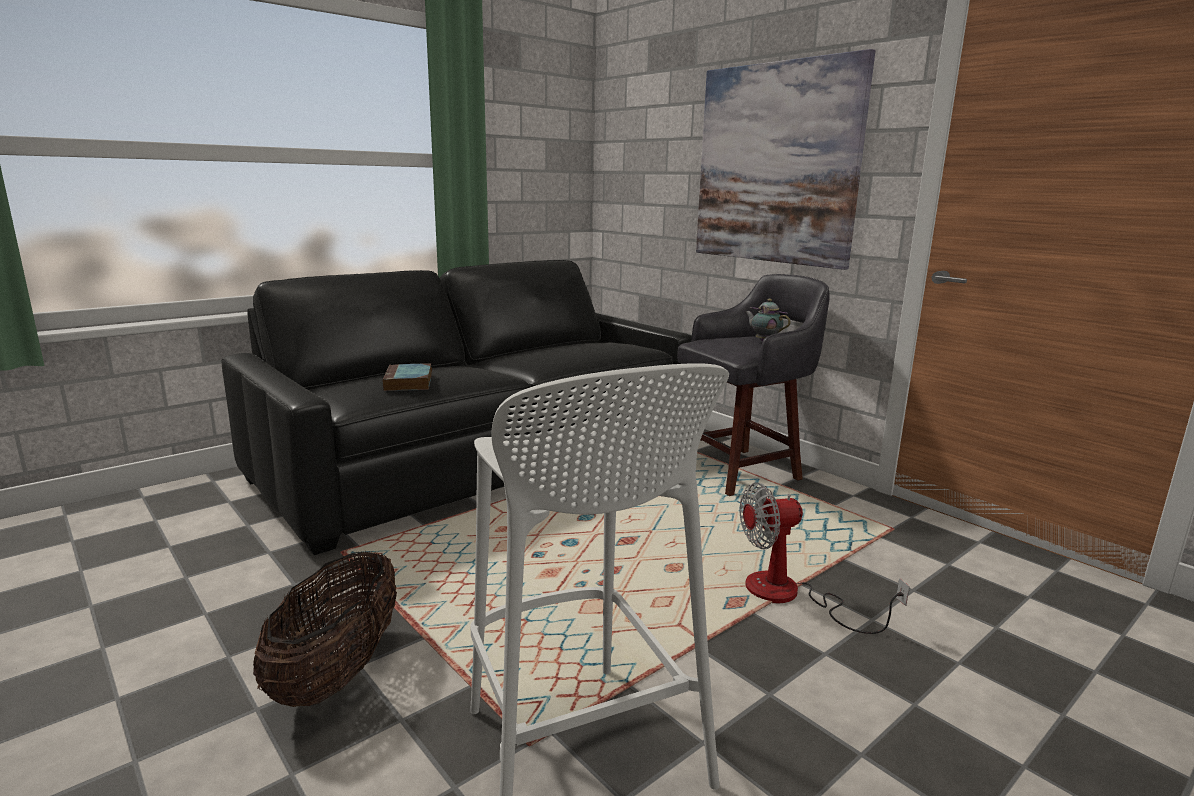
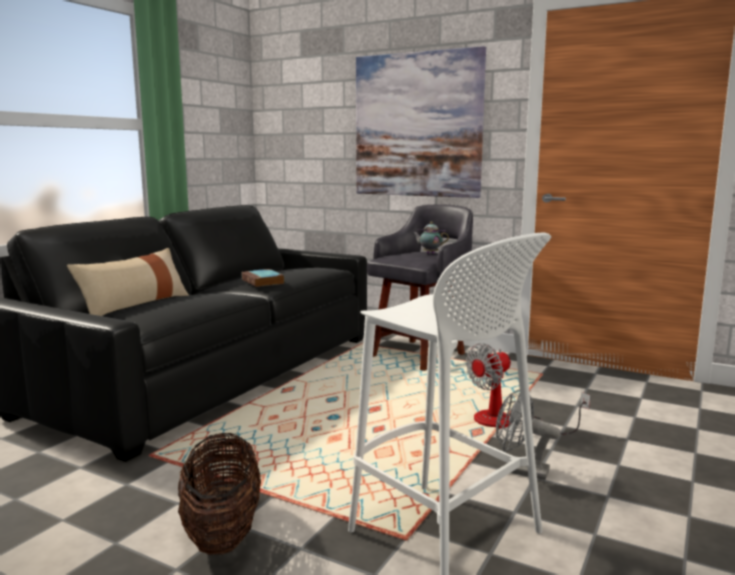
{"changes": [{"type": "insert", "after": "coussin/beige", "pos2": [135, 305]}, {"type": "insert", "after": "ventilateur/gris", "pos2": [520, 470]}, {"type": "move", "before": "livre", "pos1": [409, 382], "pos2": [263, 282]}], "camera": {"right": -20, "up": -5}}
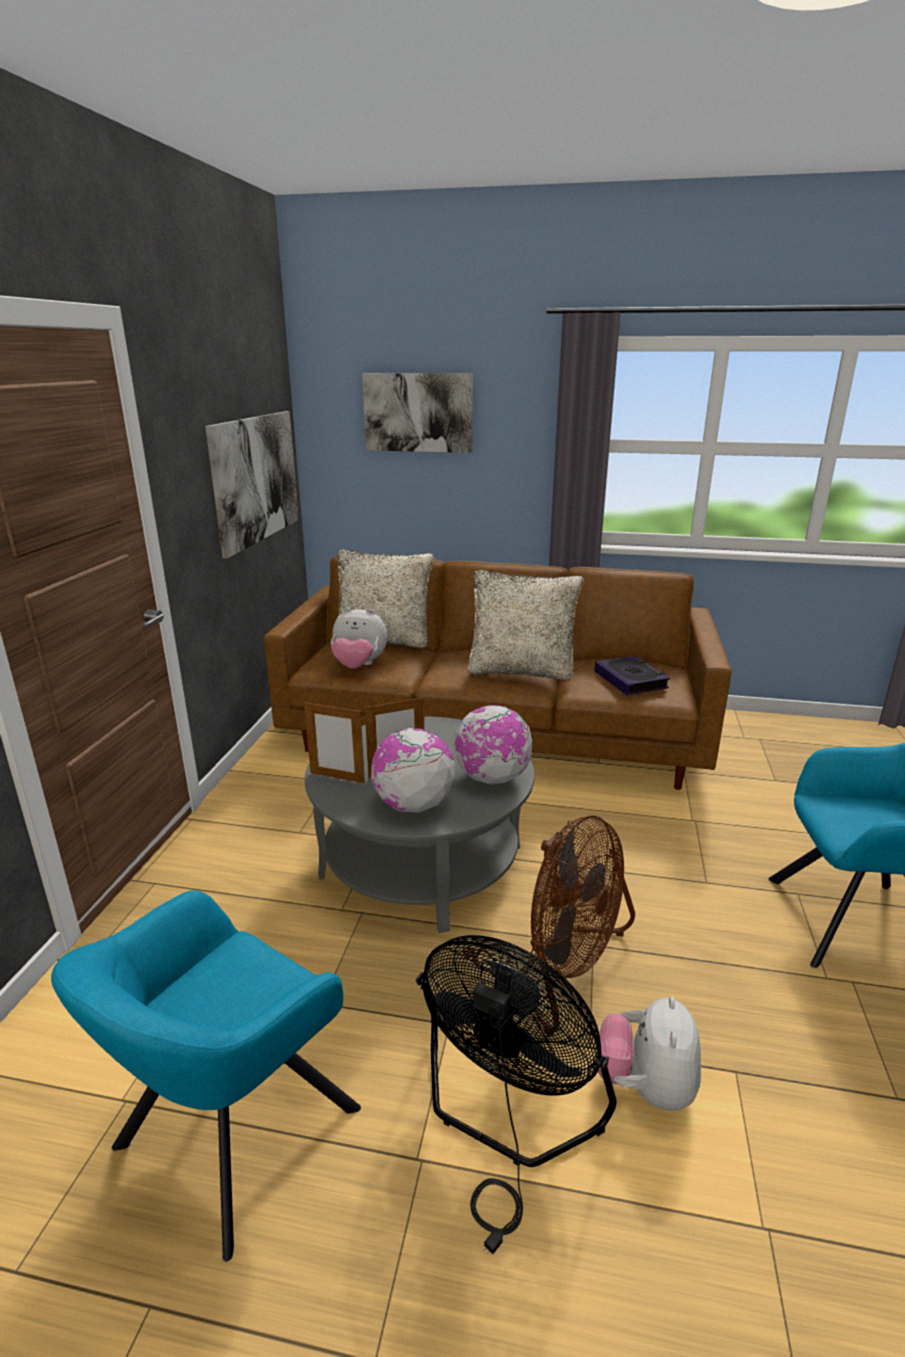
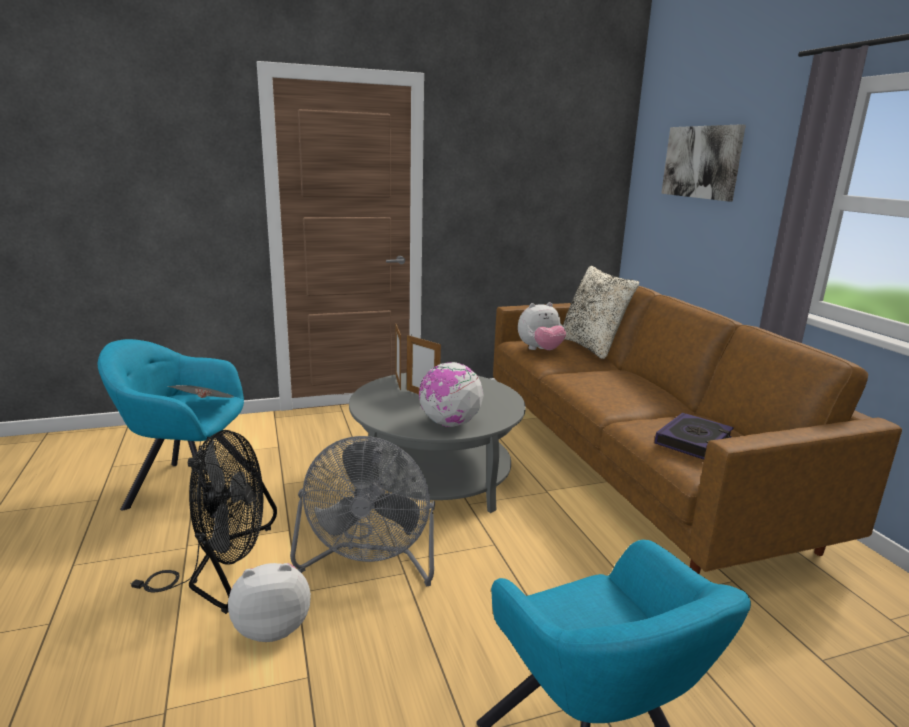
{"changes": [{"type": "delete", "before": "tableau", "pos1": [256, 479]}, {"type": "delete", "before": "globe", "pos1": [413, 805]}, {"type": "delete", "before": "coussin/beige", "pos1": [522, 673]}, {"type": "insert", "after": "journal", "pos2": [206, 408]}, {"type": "recolor", "before": "ventilateur/marron", "after": "ventilateur/gris", "pos1": [555, 969], "pos2": [365, 560]}, {"type": "rotate", "before": "peluche", "pos1": [359, 666], "pos2": [540, 350], "turn": -90}], "camera": {"right": 60, "up": -5}}
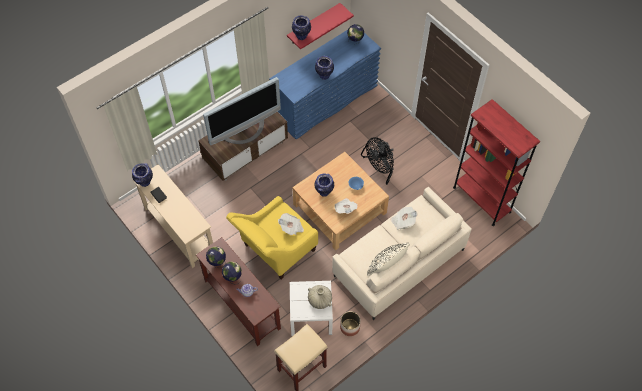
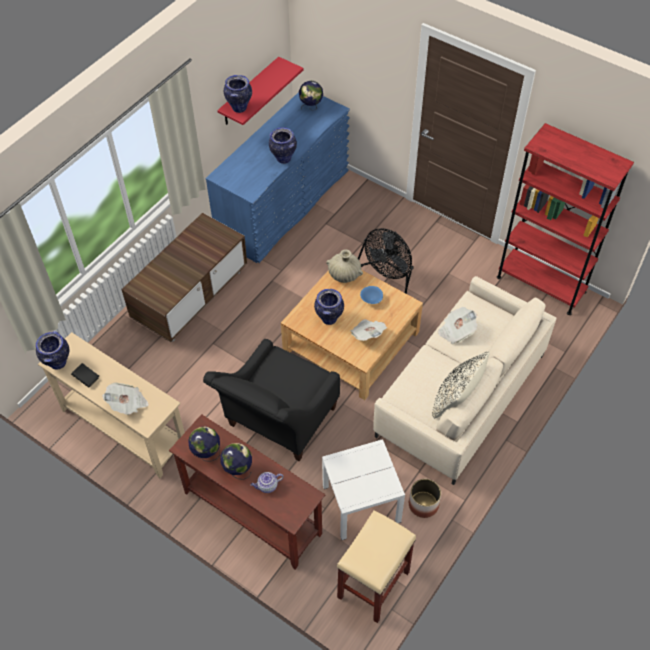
{"changes": [{"type": "delete", "before": "téléviseur", "pos1": [243, 129]}, {"type": "move", "before": "journal", "pos1": [291, 228], "pos2": [128, 404]}, {"type": "move", "before": "vase/beige", "pos1": [320, 300], "pos2": [344, 274]}, {"type": "recolor", "before": "fauteuil/jaune", "after": "fauteuil/noir", "pos1": [275, 251], "pos2": [278, 422]}], "camera": {"right": -15, "up": -5}}
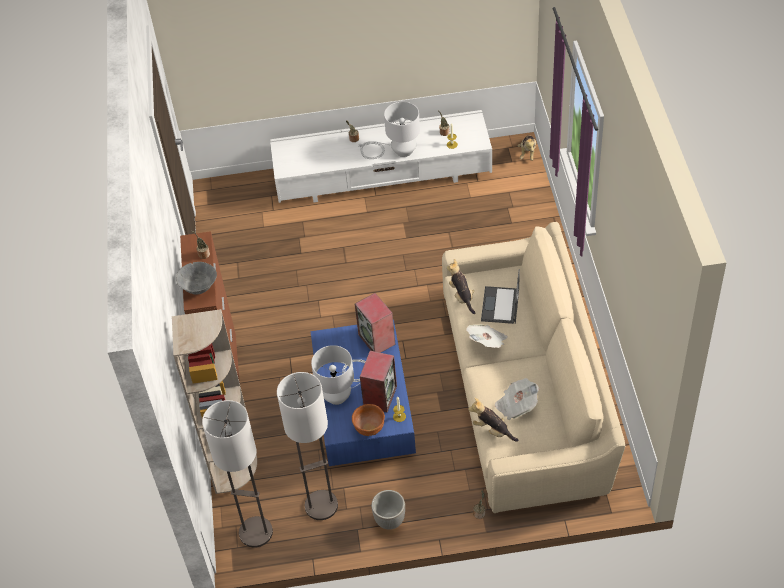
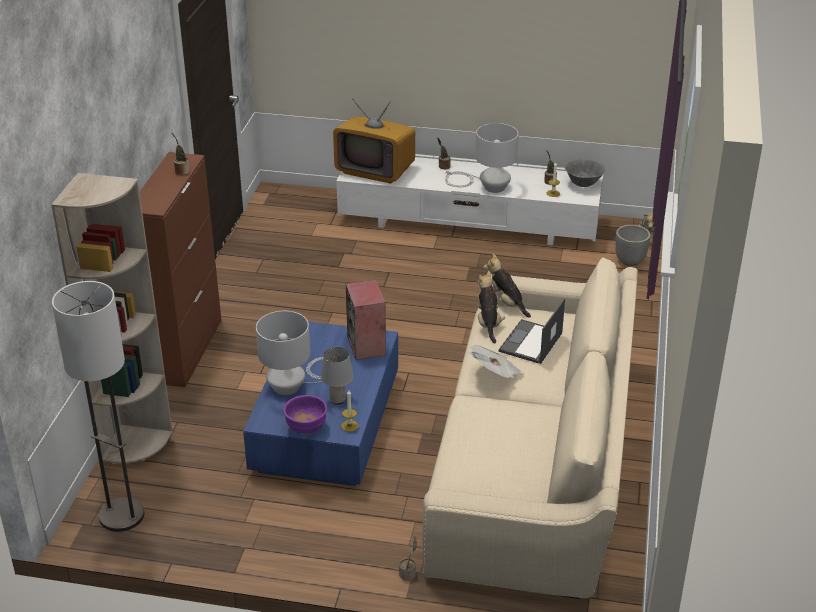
{"changes": [{"type": "delete", "before": "lampadaire", "pos1": [321, 506]}, {"type": "delete", "before": "journal", "pos1": [516, 405]}, {"type": "insert", "after": "téléviseur", "pos2": [375, 170]}, {"type": "move", "before": "bol/gris", "pos1": [199, 288], "pos2": [583, 184]}, {"type": "move", "before": "cache-pot", "pos1": [389, 520], "pos2": [629, 261]}, {"type": "move", "before": "peluche", "pos1": [492, 430], "pos2": [506, 303]}, {"type": "replace", "before": "enceinte", "after": "lampe de table/gris", "pos1": [380, 396], "pos2": [338, 400]}, {"type": "recolor", "before": "bol/marron", "after": "bol/violet", "pos1": [369, 428], "pos2": [306, 428]}], "camera": {"right": 15, "up": -15}}
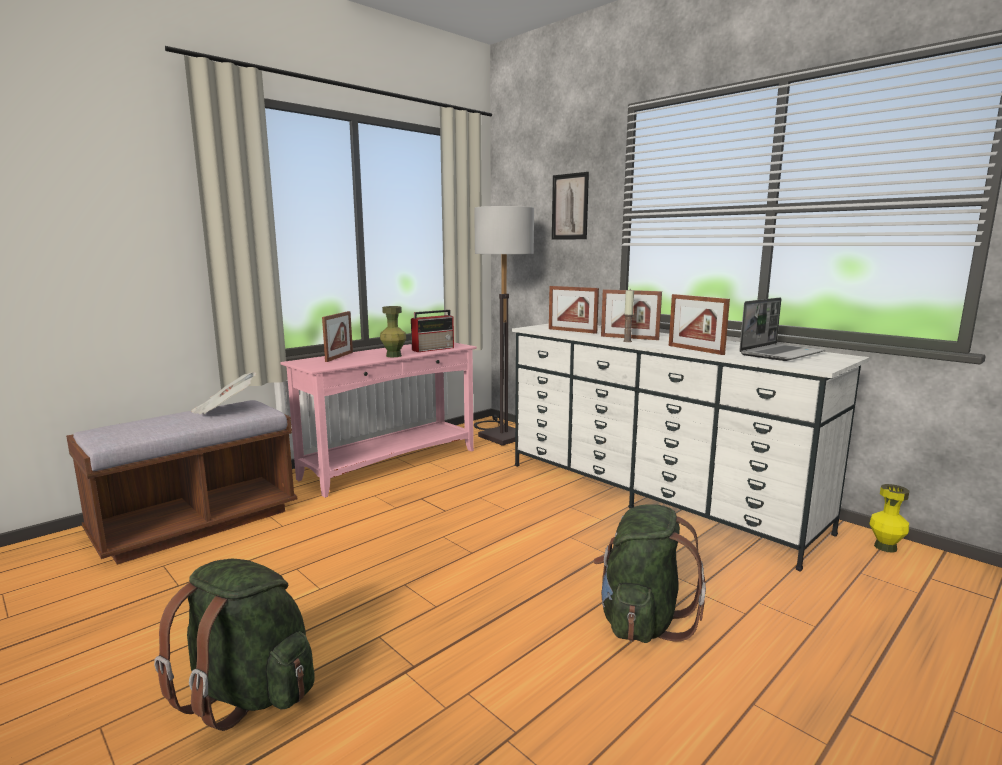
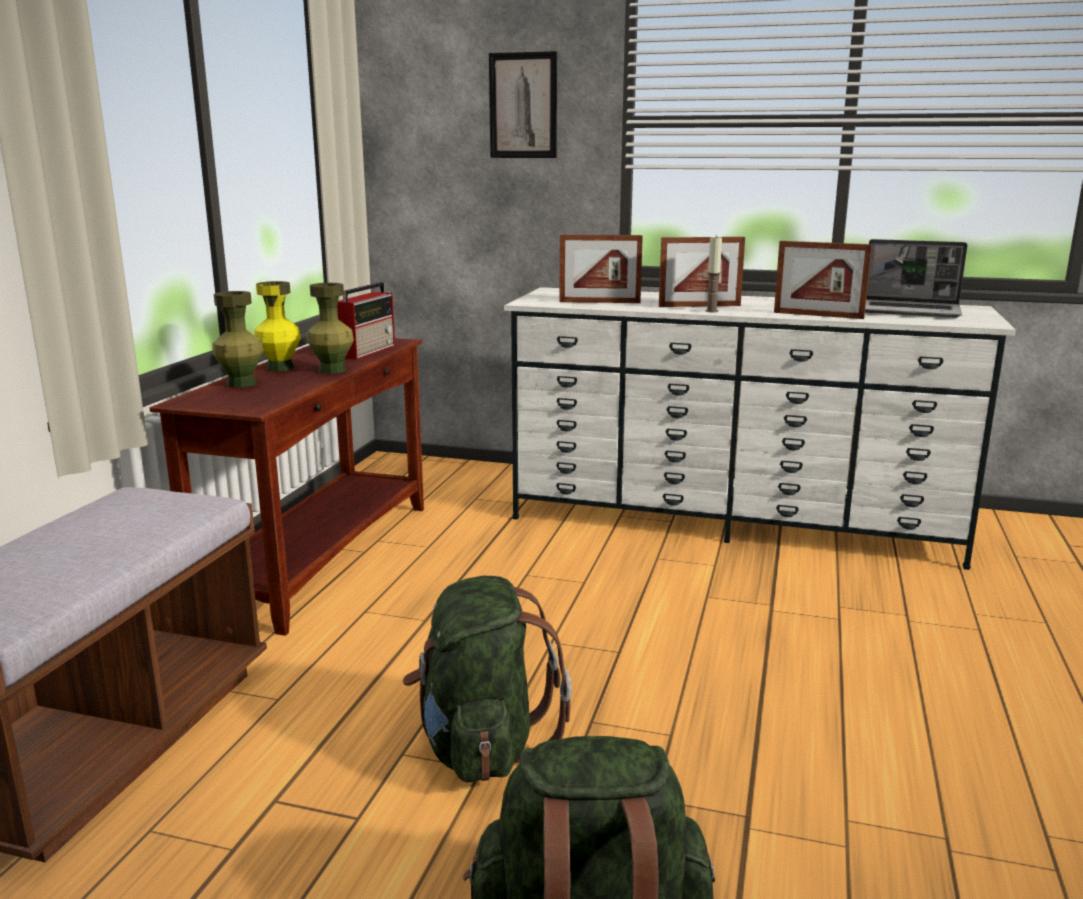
{"changes": [{"type": "delete", "before": "journal", "pos1": [225, 410]}, {"type": "delete", "before": "lampadaire", "pos1": [499, 434]}, {"type": "move", "before": "sac à dos/vert", "pos1": [642, 621], "pos2": [482, 746]}, {"type": "move", "before": "vase/jaune", "pos1": [885, 547], "pos2": [280, 368]}, {"type": "replace", "before": "cadre photo", "after": "vase/vert", "pos1": [339, 357], "pos2": [241, 384]}, {"type": "recolor", "before": "table console/rose", "after": "table console/marron", "pos1": [391, 464], "pos2": [321, 557]}, {"type": "rotate", "before": "ordinateur portable", "pos1": [781, 354], "pos2": [910, 311], "turn": 90}], "camera": {"right": -30, "up": 5}}
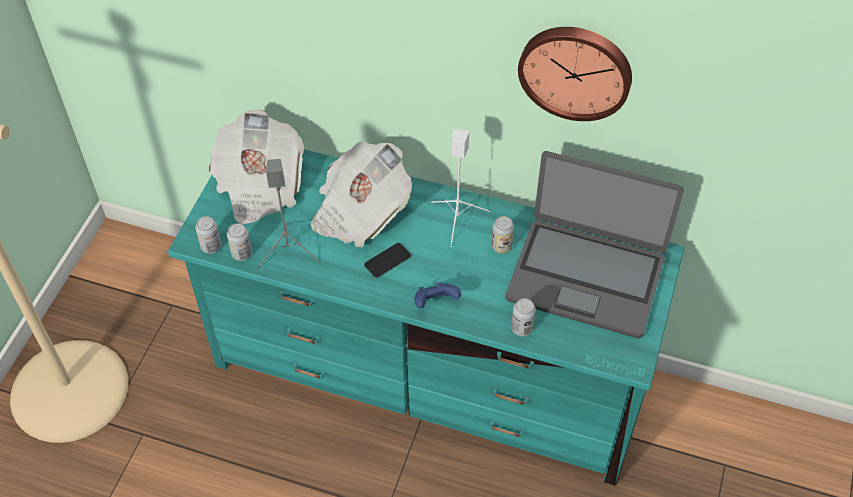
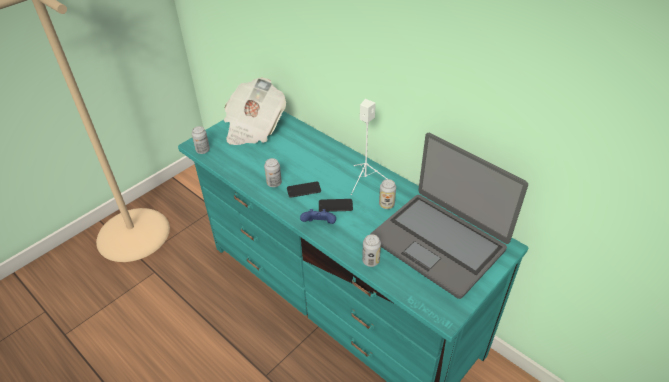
{"changes": [{"type": "delete", "before": "enceinte/gris", "pos1": [289, 250]}, {"type": "delete", "before": "journal", "pos1": [360, 211]}, {"type": "delete", "before": "horloge murale", "pos1": [576, 70]}, {"type": "insert", "after": "téléphone", "pos2": [335, 205]}, {"type": "move", "before": "boîte métallique", "pos1": [242, 253], "pos2": [274, 183]}], "camera": {"right": 25, "up": -10}}
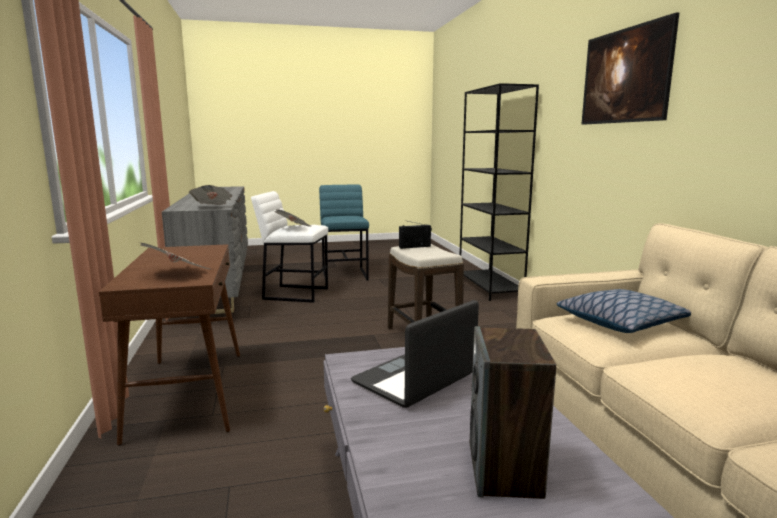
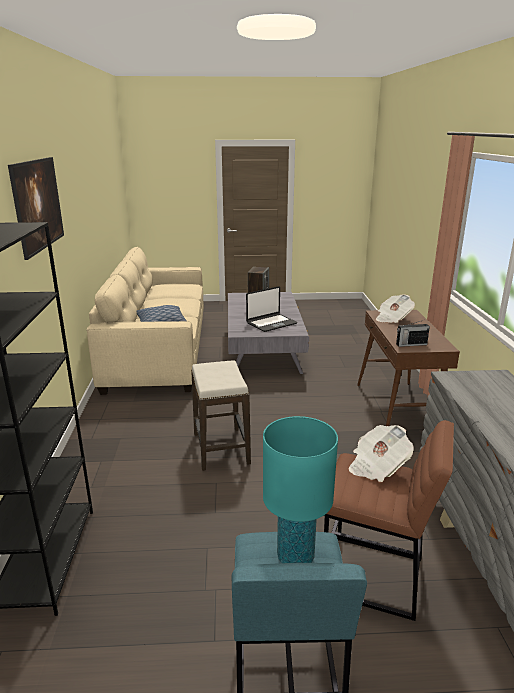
{"changes": [{"type": "delete", "before": "journal", "pos1": [213, 207]}, {"type": "insert", "after": "lampe de table/turquoise", "pos2": [295, 557]}, {"type": "move", "before": "radio", "pos1": [415, 247], "pos2": [410, 344]}, {"type": "recolor", "before": "tabouret/blanc", "after": "tabouret/marron", "pos1": [294, 294], "pos2": [376, 576]}], "camera": {"right": -170, "up": 10}}
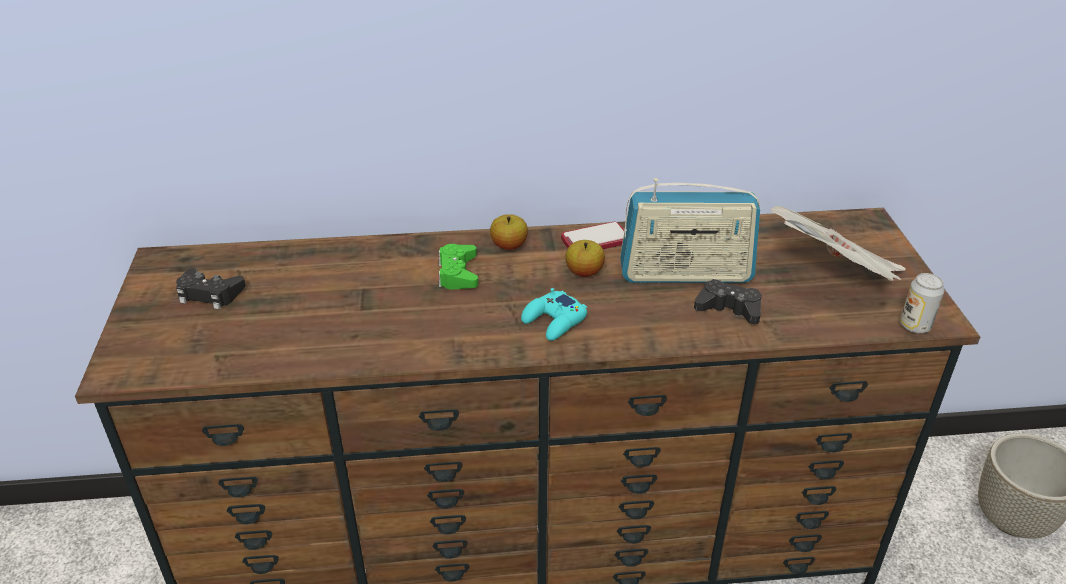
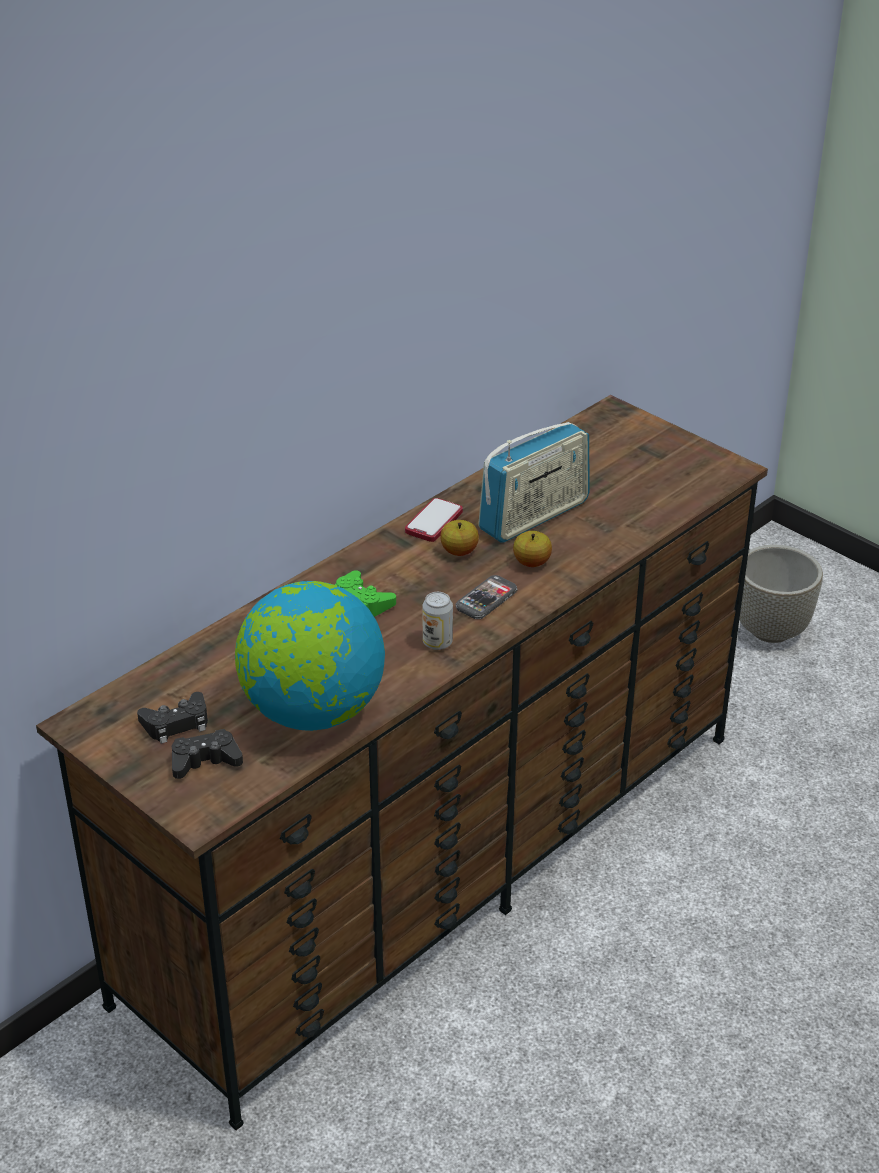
{"changes": [{"type": "delete", "before": "journal", "pos1": [835, 275]}, {"type": "insert", "after": "globe", "pos2": [312, 711]}, {"type": "move", "before": "pomme", "pos1": [509, 246], "pos2": [531, 562]}, {"type": "move", "before": "manette/noir", "pos1": [729, 308], "pos2": [205, 761]}, {"type": "move", "before": "boîte métallique", "pos1": [915, 326], "pos2": [437, 642]}, {"type": "replace", "before": "manette/turquoise", "after": "téléphone", "pos1": [554, 321], "pos2": [486, 599]}], "camera": {"right": -40, "up": 0}}
